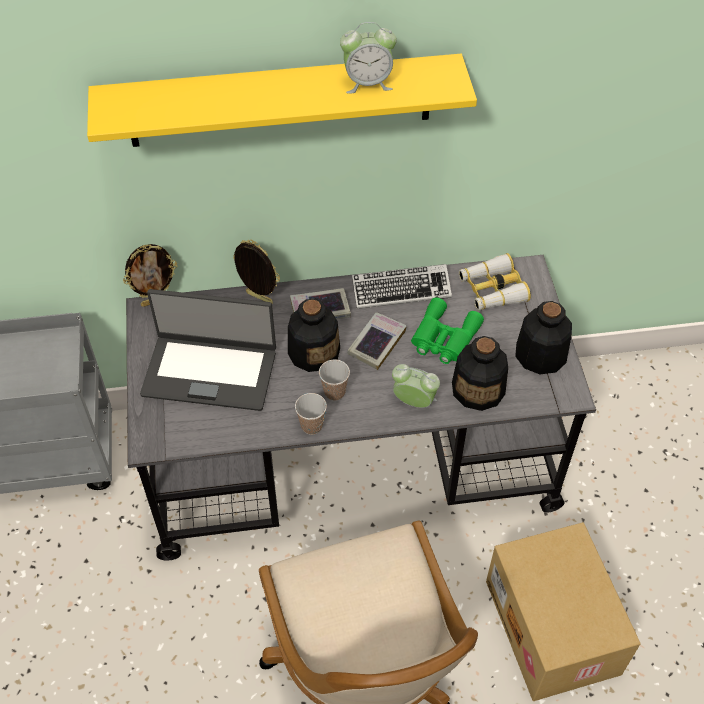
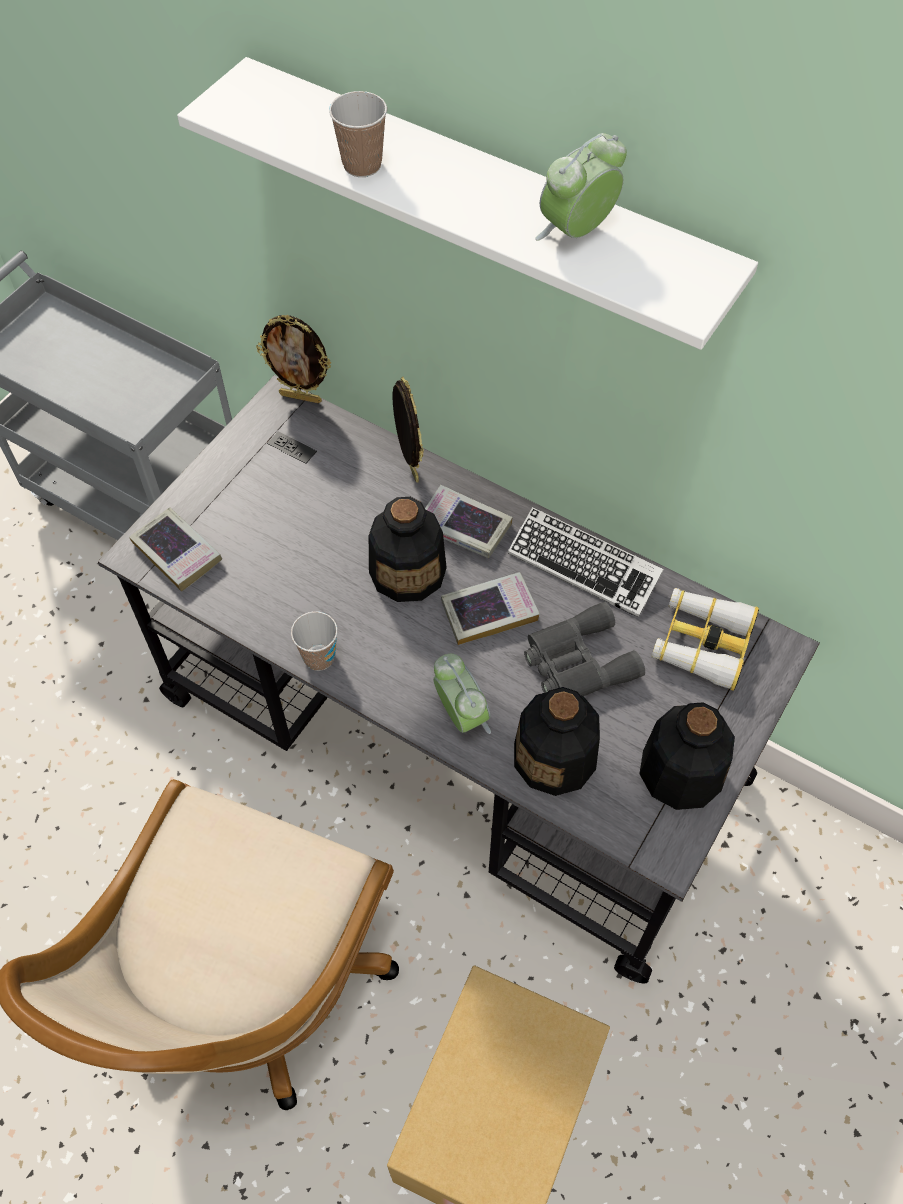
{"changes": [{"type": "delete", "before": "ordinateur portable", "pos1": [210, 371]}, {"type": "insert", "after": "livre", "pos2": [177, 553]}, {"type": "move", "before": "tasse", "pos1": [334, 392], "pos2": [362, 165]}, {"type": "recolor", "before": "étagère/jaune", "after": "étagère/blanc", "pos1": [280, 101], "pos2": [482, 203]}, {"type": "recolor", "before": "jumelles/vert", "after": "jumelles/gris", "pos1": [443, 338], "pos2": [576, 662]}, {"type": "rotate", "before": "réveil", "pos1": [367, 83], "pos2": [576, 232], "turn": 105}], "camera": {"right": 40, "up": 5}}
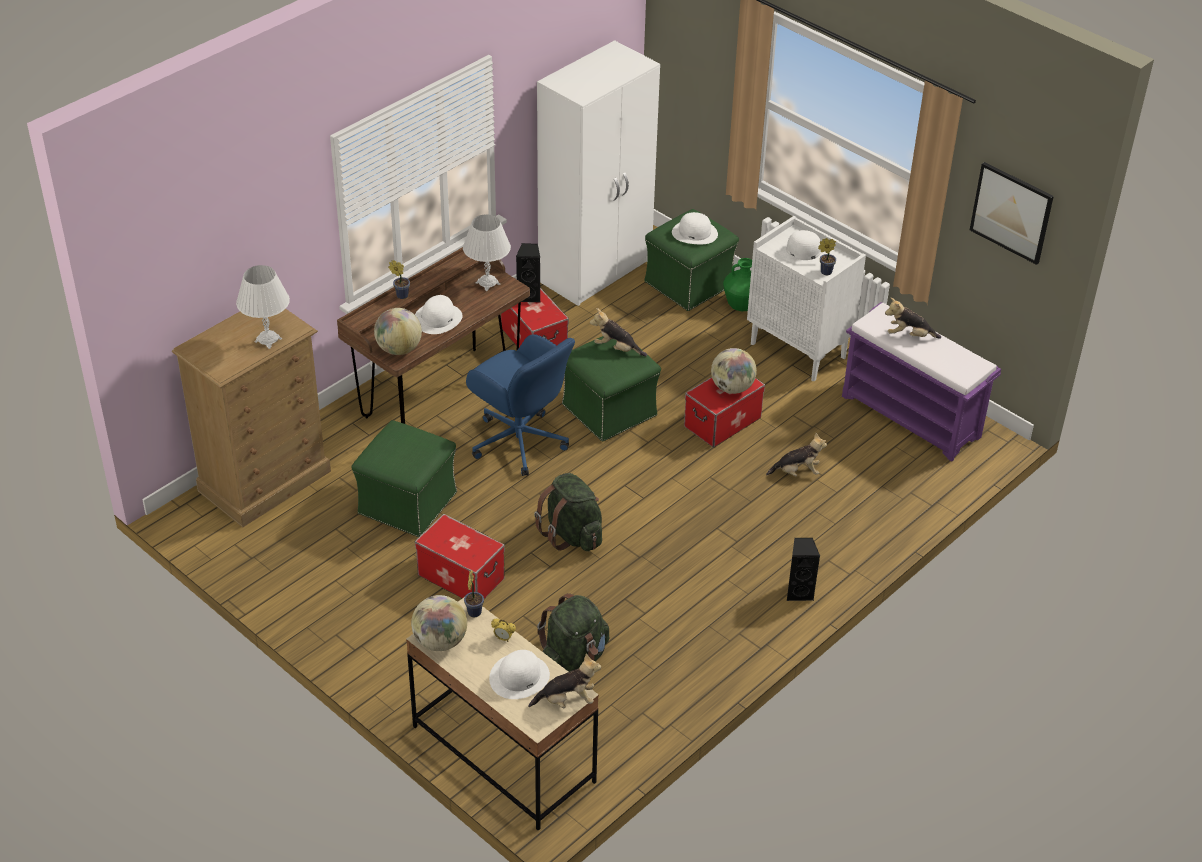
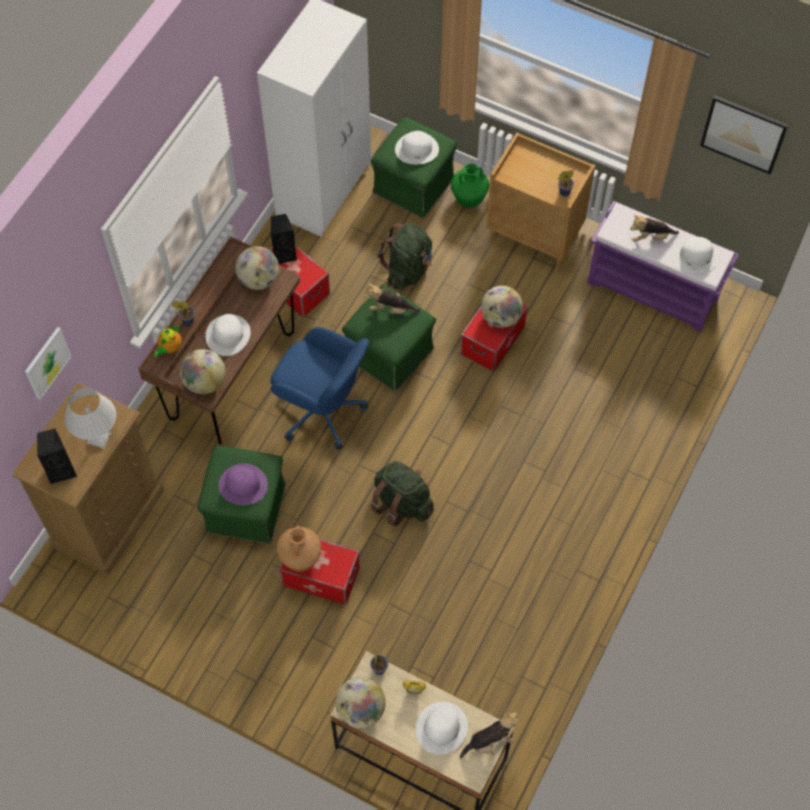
{"changes": [{"type": "delete", "before": "peluche", "pos1": [797, 472]}, {"type": "insert", "after": "tableau", "pos2": [47, 362]}, {"type": "insert", "after": "théière", "pos2": [170, 348]}, {"type": "insert", "after": "chapeau/violet", "pos2": [243, 485]}, {"type": "insert", "after": "vase/marron", "pos2": [300, 559]}, {"type": "move", "before": "sac à dos/vert", "pos1": [573, 659], "pos2": [408, 269]}, {"type": "move", "before": "chapeau/blanc", "pos1": [803, 252], "pos2": [695, 255]}, {"type": "move", "before": "enceinte/noir", "pos1": [799, 592], "pos2": [62, 470]}, {"type": "replace", "before": "lampe de table/blanc", "after": "globe", "pos1": [487, 283], "pos2": [259, 279]}, {"type": "recolor", "before": "meuble de rangement/blanc", "after": "meuble de rangement/marron", "pos1": [798, 351], "pos2": [534, 240]}], "camera": {"right": -15, "up": 20}}
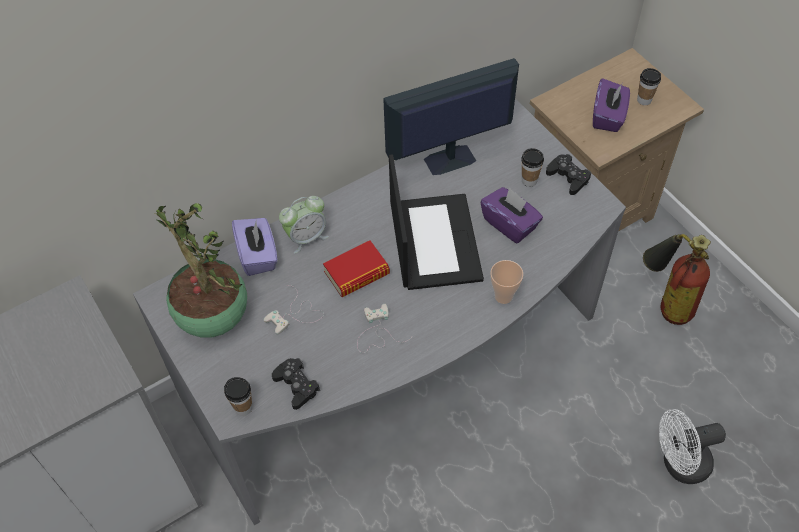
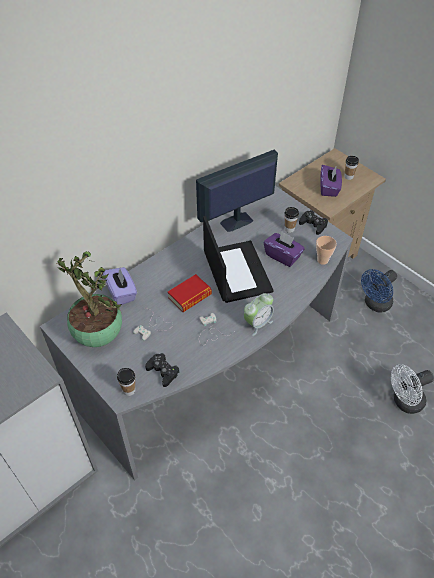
{"changes": [{"type": "move", "before": "réveil", "pos1": [306, 237], "pos2": [257, 323]}, {"type": "move", "before": "tasse", "pos1": [503, 296], "pos2": [322, 260]}, {"type": "replace", "before": "extincteur", "after": "ventilateur/bleu", "pos1": [665, 302], "pos2": [375, 304]}], "camera": {"right": -10, "up": -5}}
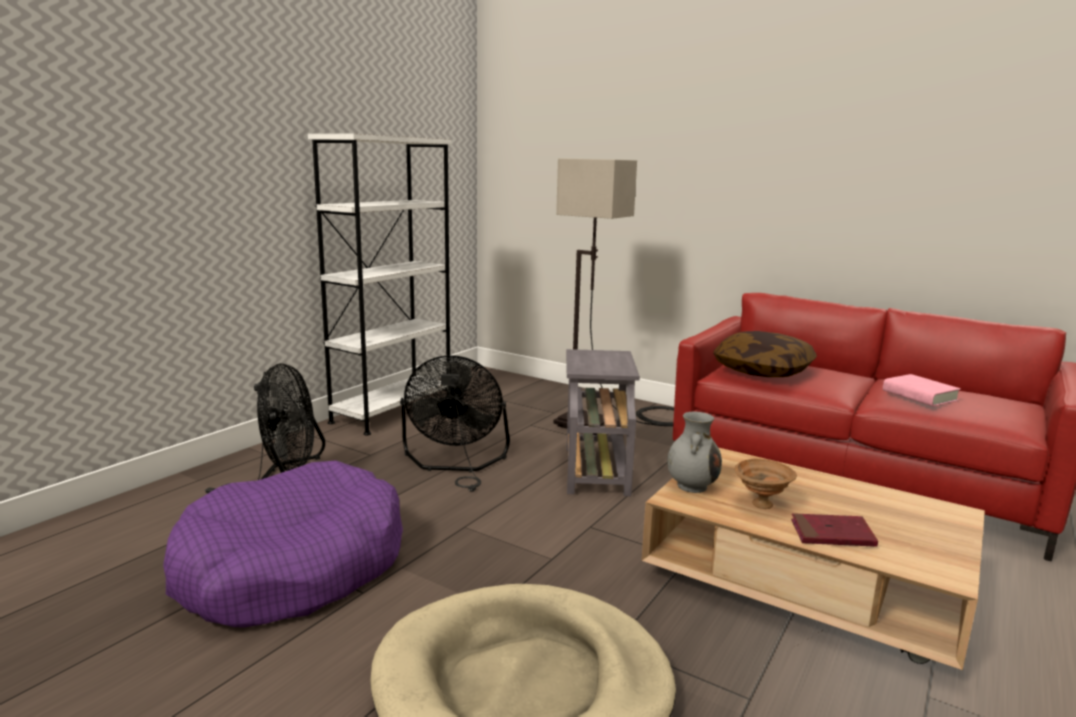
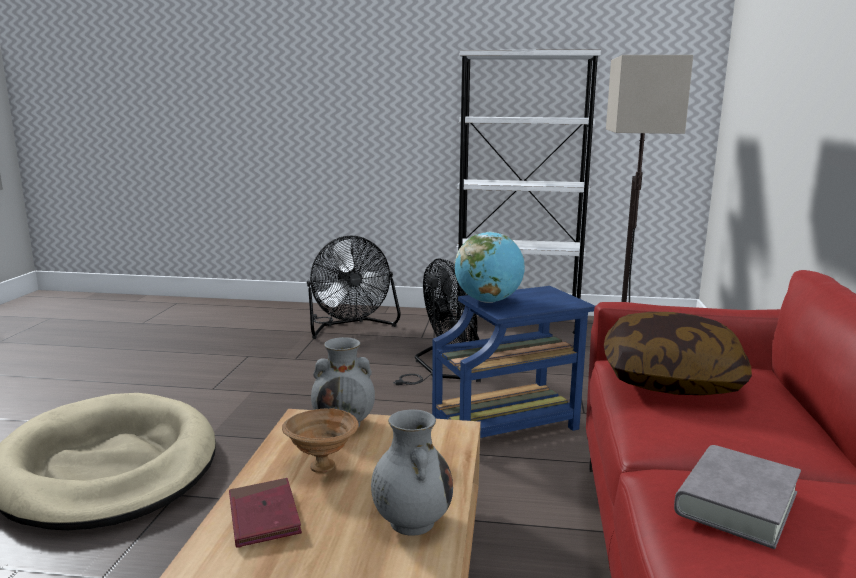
{"changes": [{"type": "delete", "before": "panier pour chien/violet", "pos1": [292, 567]}, {"type": "insert", "after": "vase/gris", "pos2": [411, 521]}, {"type": "insert", "after": "globe", "pos2": [488, 301]}, {"type": "recolor", "before": "table d'appoint/gris", "after": "table d'appoint/bleu", "pos1": [596, 469], "pos2": [509, 426]}, {"type": "recolor", "before": "livre/rose", "after": "livre/gris", "pos1": [919, 396], "pos2": [736, 503]}], "camera": {"right": 65, "up": 0}}
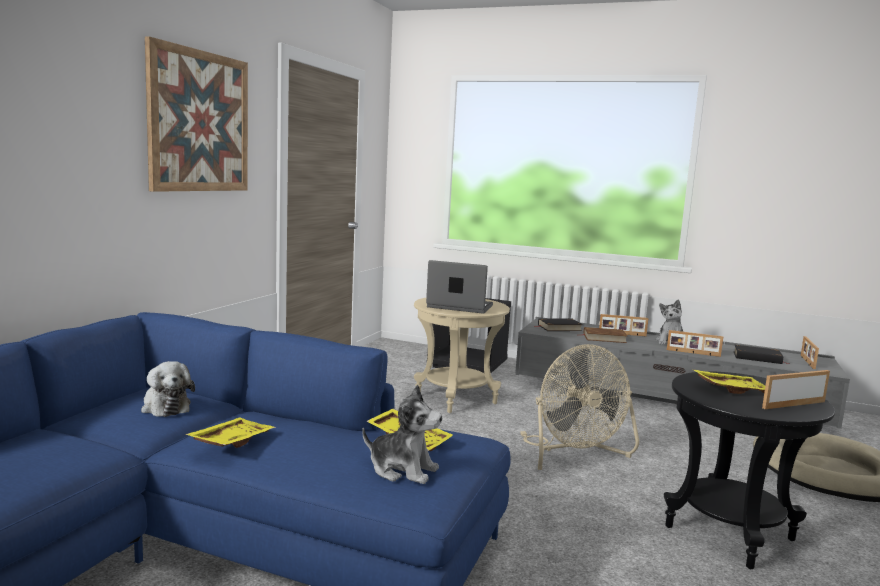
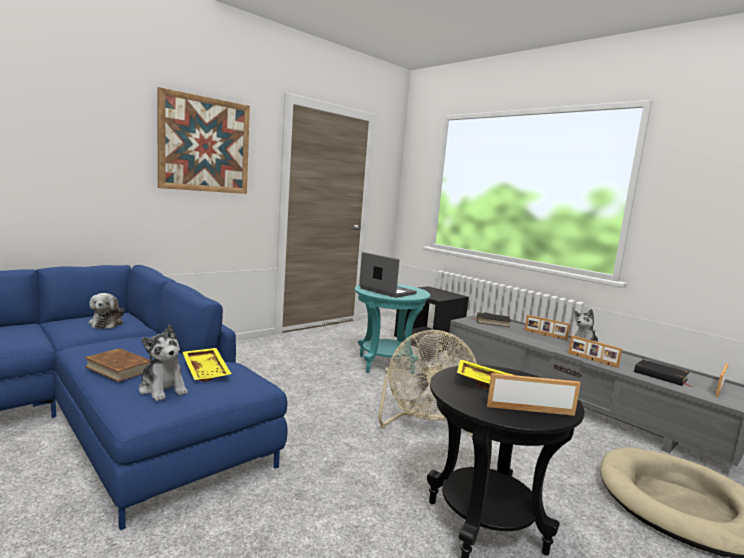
{"changes": [{"type": "delete", "before": "plateau/jaune", "pos1": [231, 441]}, {"type": "move", "before": "livre/marron", "pos1": [604, 338], "pos2": [119, 368]}, {"type": "recolor", "before": "table d'appoint/beige", "after": "table d'appoint/turquoise", "pos1": [455, 399], "pos2": [385, 364]}], "camera": {"right": 25, "up": 0}}
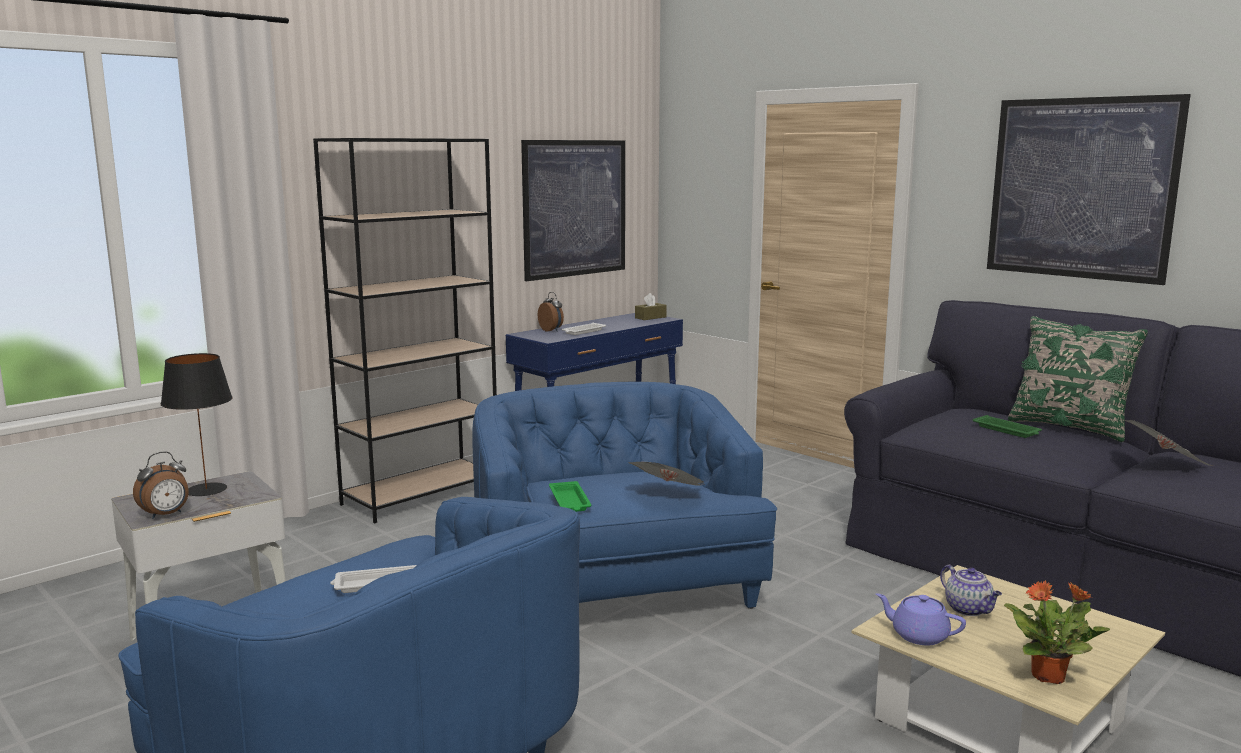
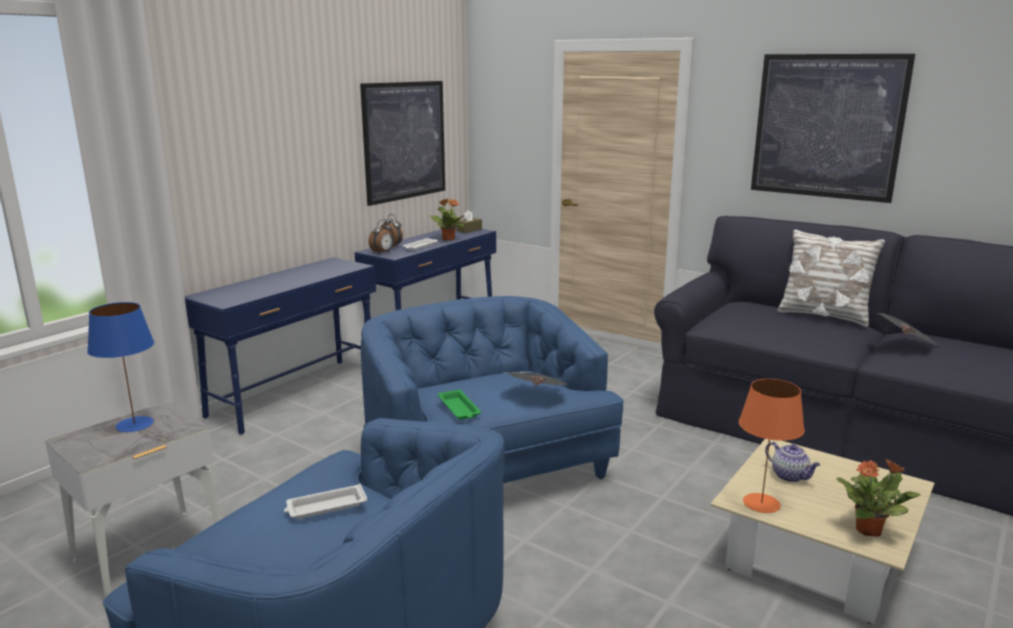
{"changes": [{"type": "delete", "before": "plateau/vert", "pos1": [1007, 430]}, {"type": "insert", "after": "plante en pot", "pos2": [448, 239]}, {"type": "move", "before": "réveil", "pos1": [166, 515], "pos2": [383, 253]}, {"type": "replace", "before": "bibliothèque/beige", "after": "table console/bleu", "pos1": [422, 494], "pos2": [296, 395]}, {"type": "replace", "before": "théière/violet", "after": "lampe de table/orange", "pos1": [918, 635], "pos2": [762, 503]}, {"type": "recolor", "before": "lampe de table/noir", "after": "lampe de table/bleu", "pos1": [206, 489], "pos2": [134, 424]}, {"type": "recolor", "before": "coussin/vert", "after": "coussin/blanc", "pos1": [1068, 428], "pos2": [823, 316]}], "camera": {"right": -10, "up": 5}}
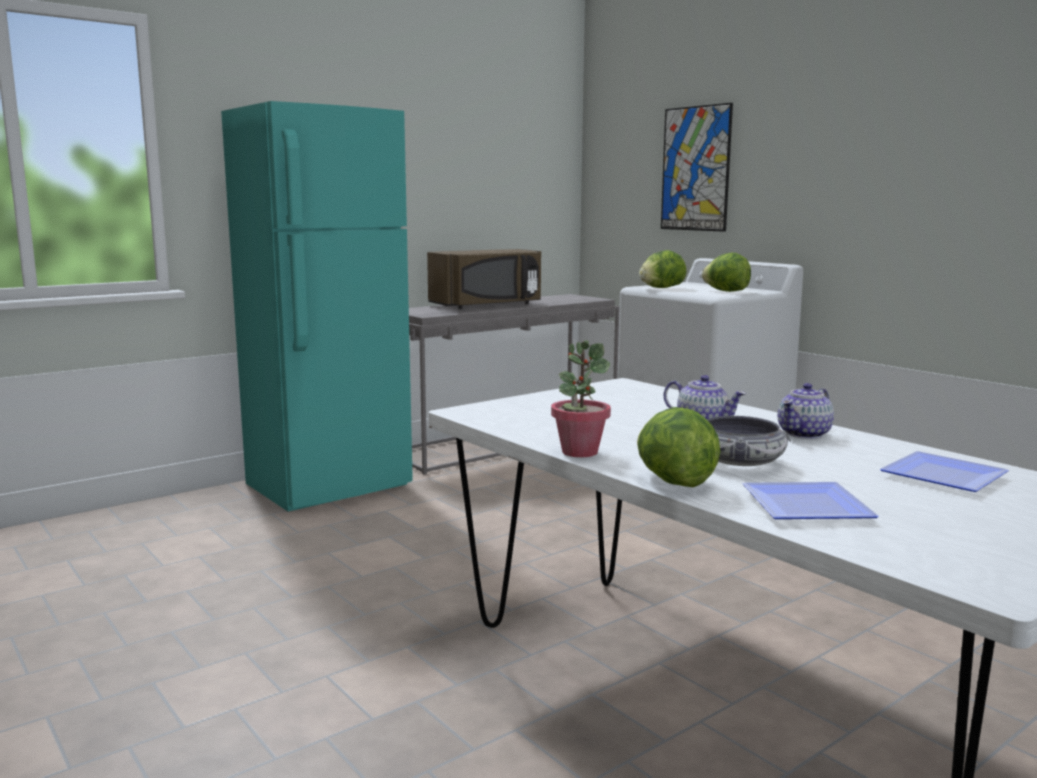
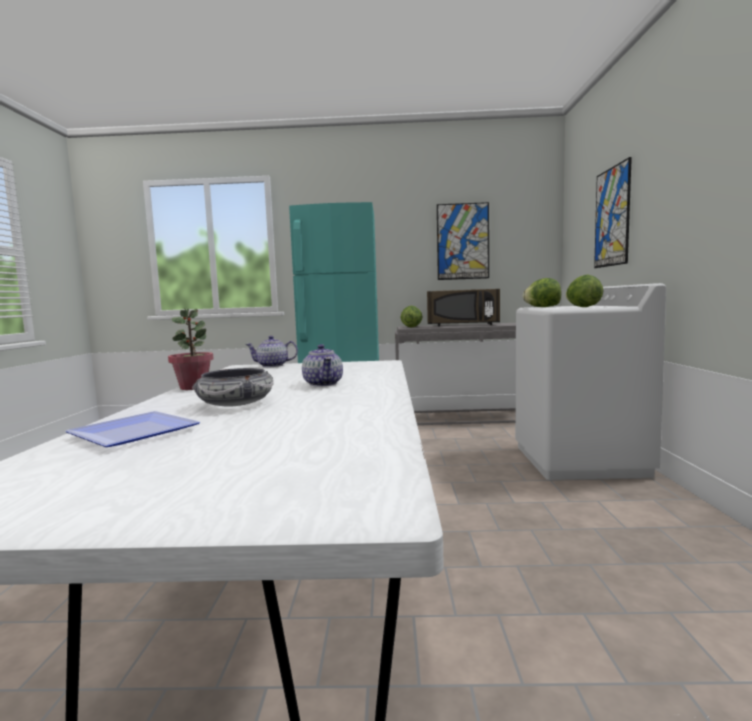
{"changes": [{"type": "delete", "before": "assiette", "pos1": [948, 476]}, {"type": "insert", "after": "tableau", "pos2": [462, 241]}, {"type": "move", "before": "laitue", "pos1": [674, 482], "pos2": [411, 327]}, {"type": "move", "before": "théière", "pos1": [805, 434], "pos2": [273, 365]}], "camera": {"right": 40, "up": -5}}
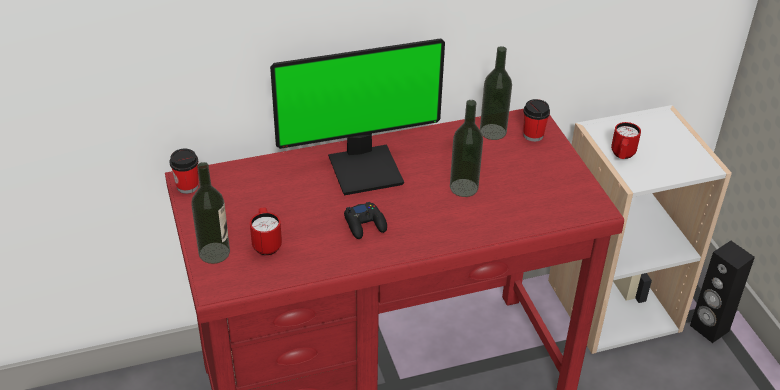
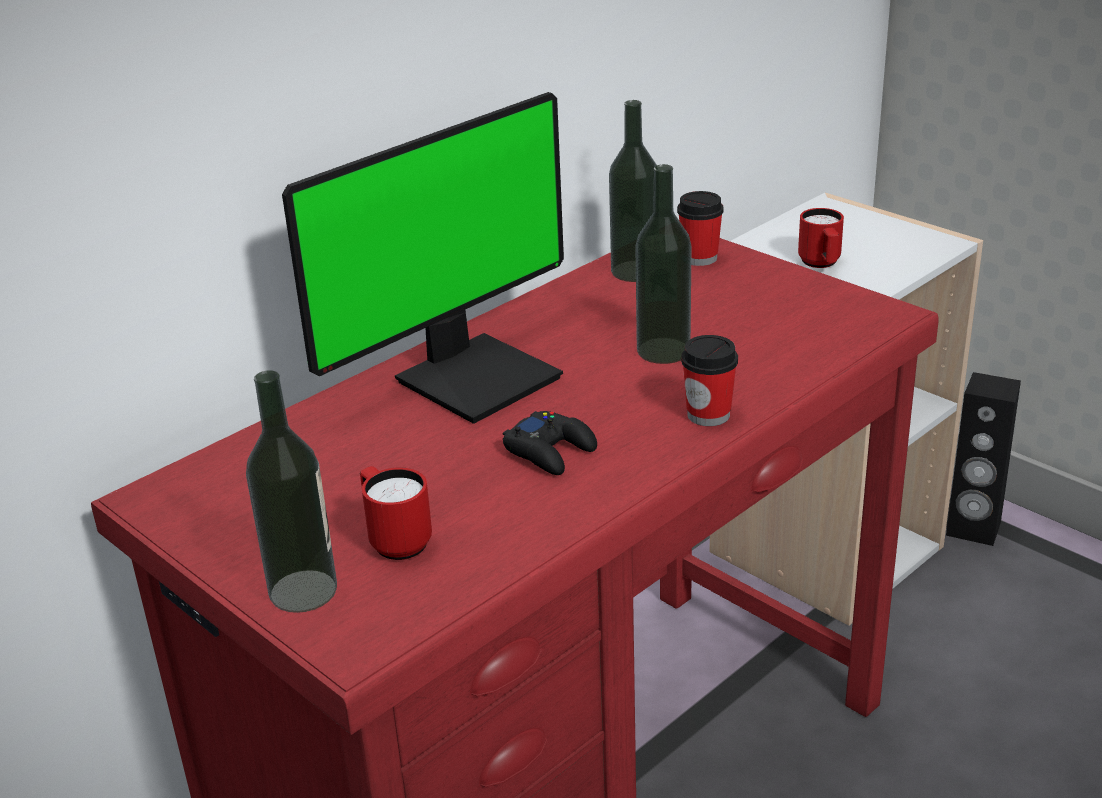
{"changes": [{"type": "move", "before": "tasse", "pos1": [187, 186], "pos2": [708, 415]}], "camera": {"right": -25, "up": -10}}
